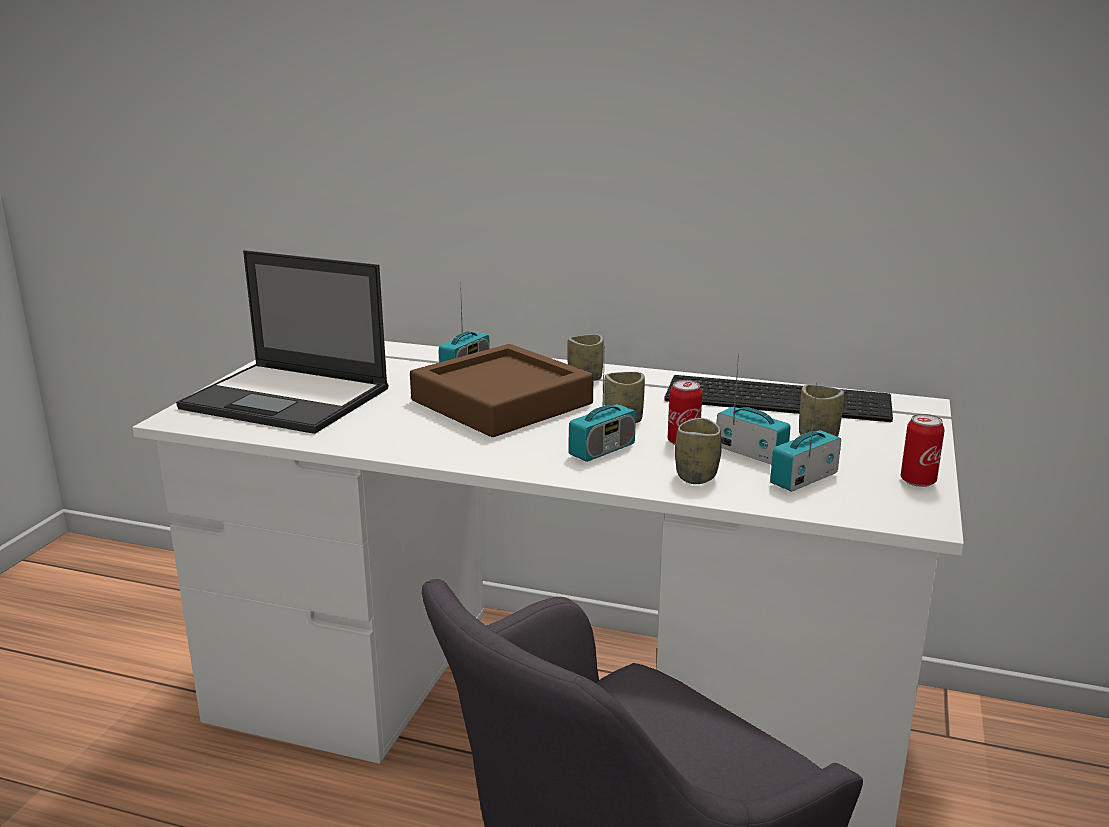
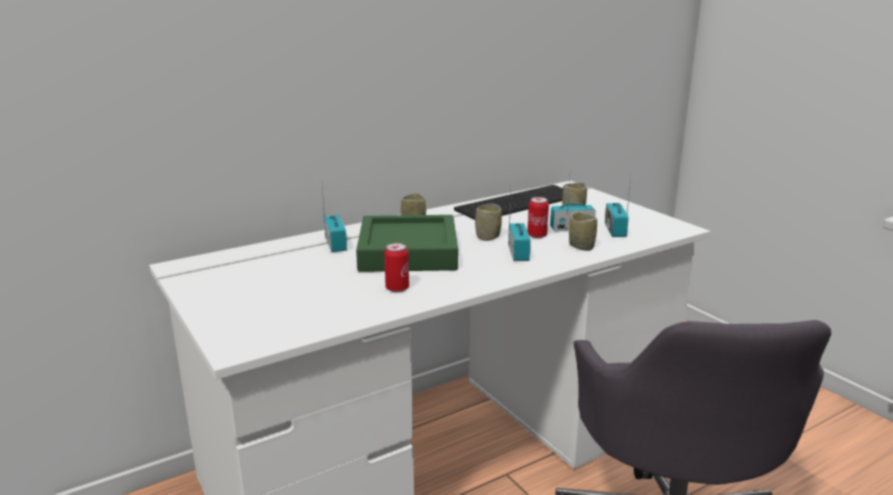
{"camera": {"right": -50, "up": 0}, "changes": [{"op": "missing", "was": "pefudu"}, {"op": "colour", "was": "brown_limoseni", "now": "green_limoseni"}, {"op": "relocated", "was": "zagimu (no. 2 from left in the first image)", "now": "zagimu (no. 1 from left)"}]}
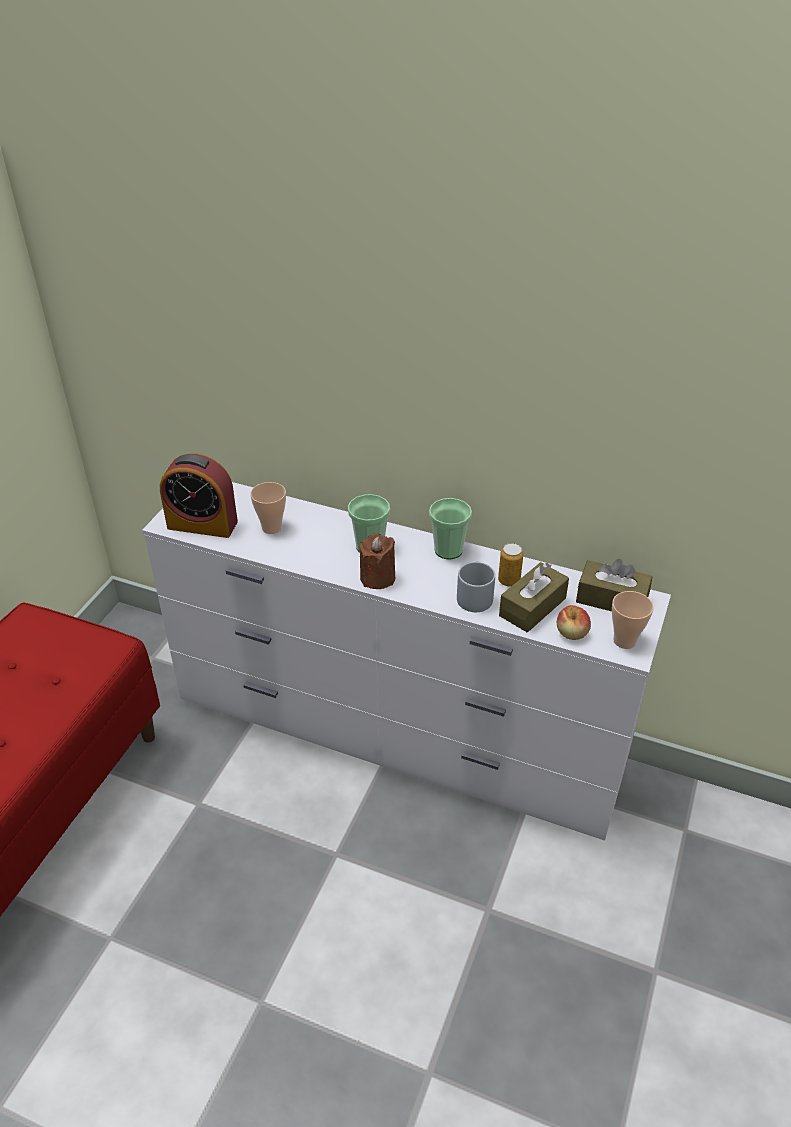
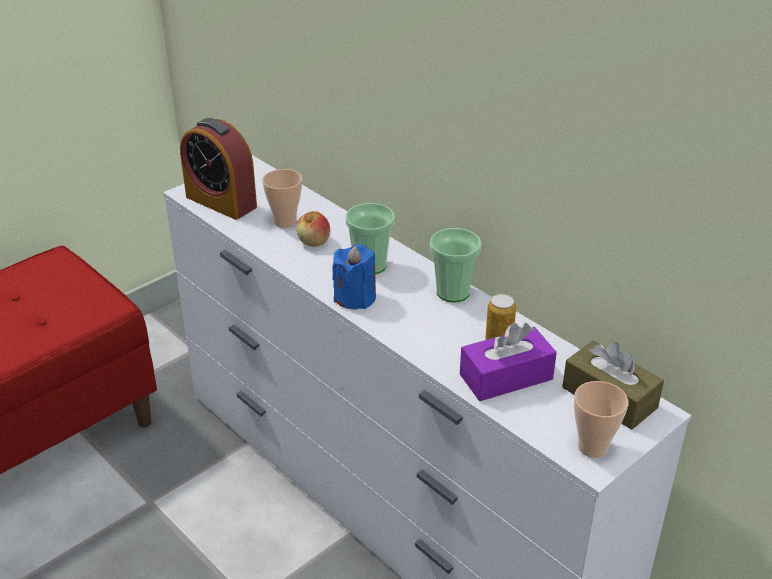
{"camera": {"right": 25, "up": -5}, "changes": [{"op": "colour", "was": "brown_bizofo", "now": "blue_bizofo"}, {"op": "missing", "was": "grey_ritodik"}, {"op": "colour", "was": "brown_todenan (no. 1 from left)", "now": "purple_todenan"}, {"op": "relocated", "was": "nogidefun"}]}
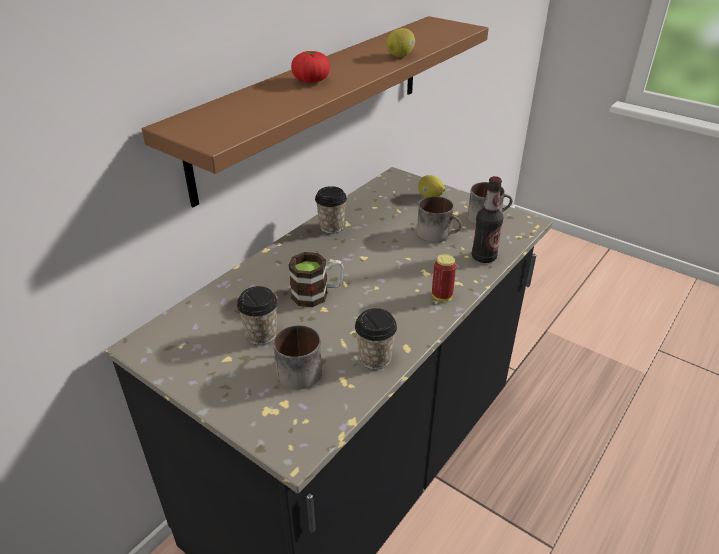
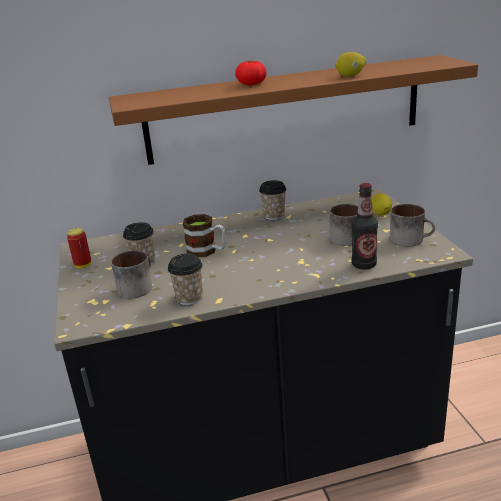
{"camera": {"right": 40, "up": -10}, "changes": [{"op": "relocated", "was": "zagimu"}]}
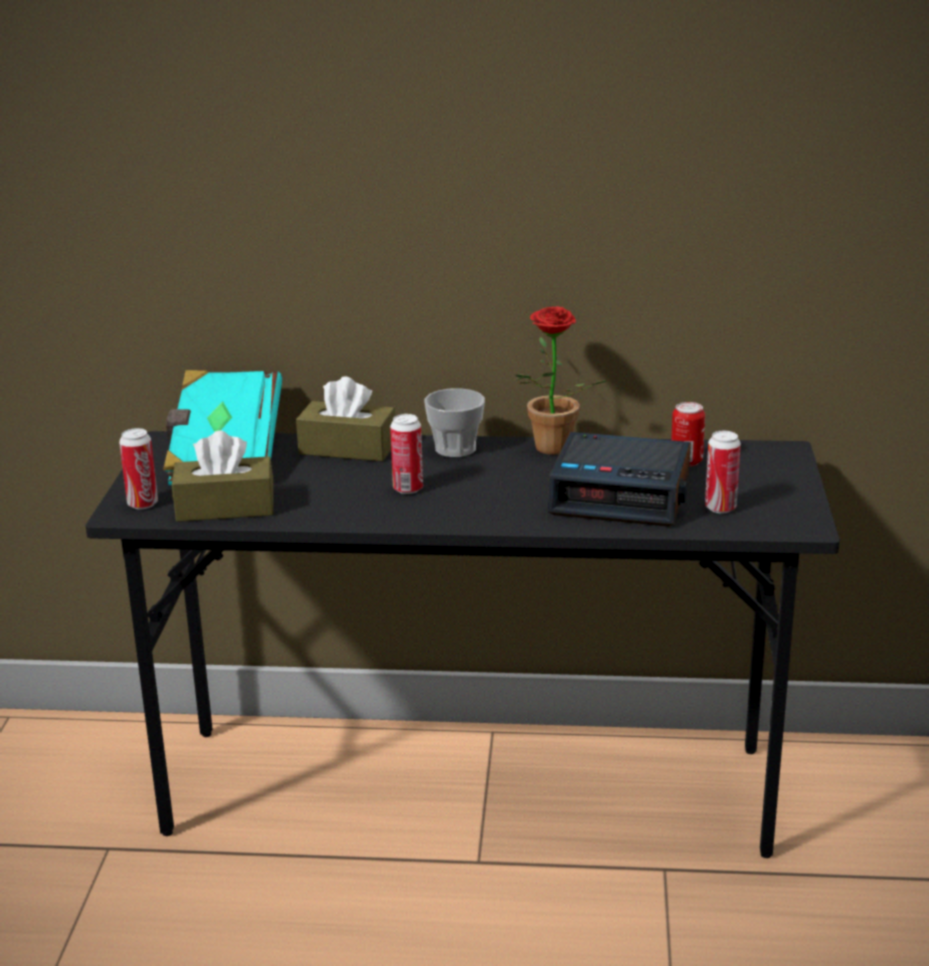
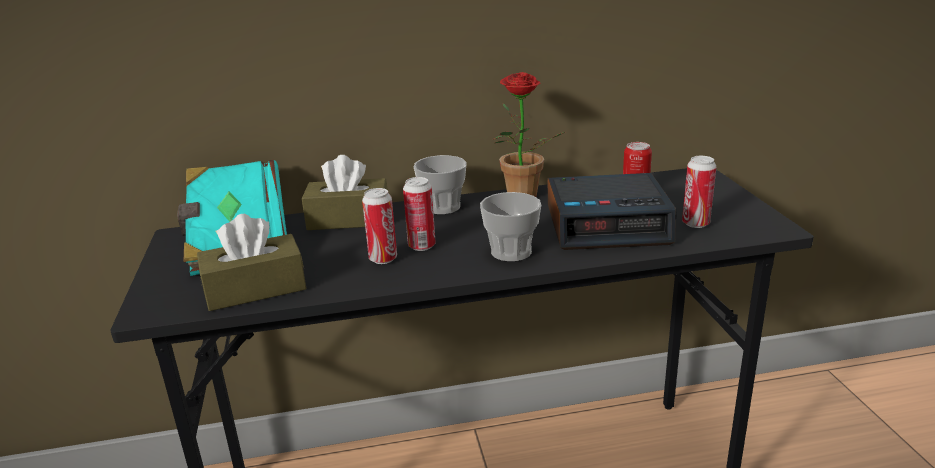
{"camera": {"right": -15, "up": 0}, "changes": [{"op": "relocated", "was": "zagimu (no. 1 from left)"}, {"op": "appeared", "now": "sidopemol (no. 2 from left)"}]}
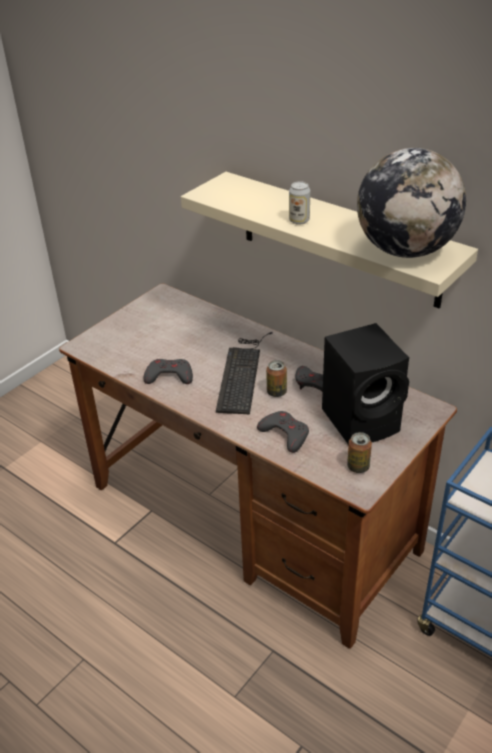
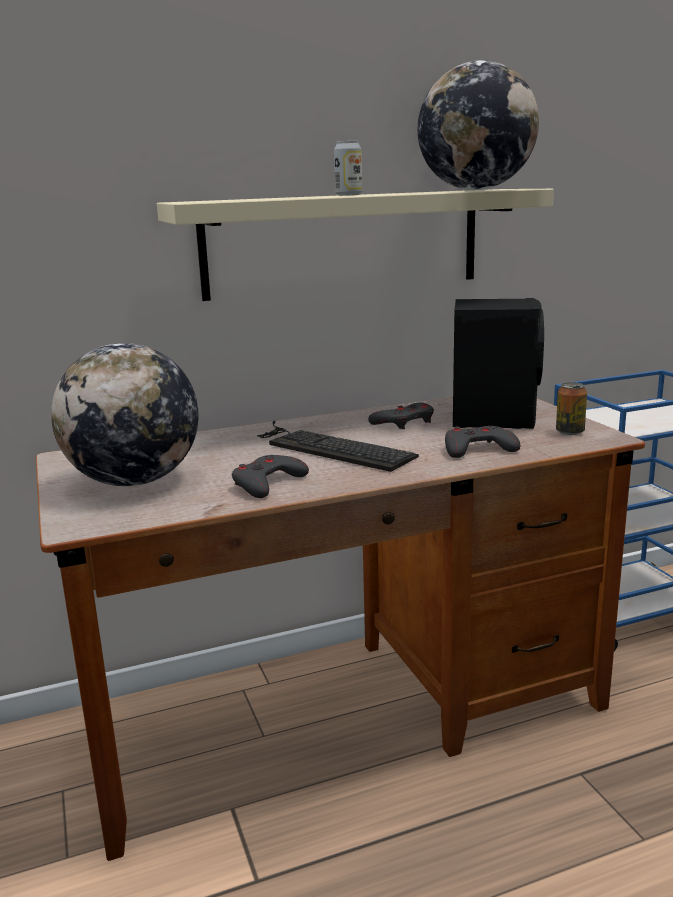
{"camera": {"right": -60, "up": -20}, "changes": [{"op": "missing", "was": "zagimu (no. 1 from left)"}, {"op": "appeared", "now": "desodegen (no. 1 from left)"}]}
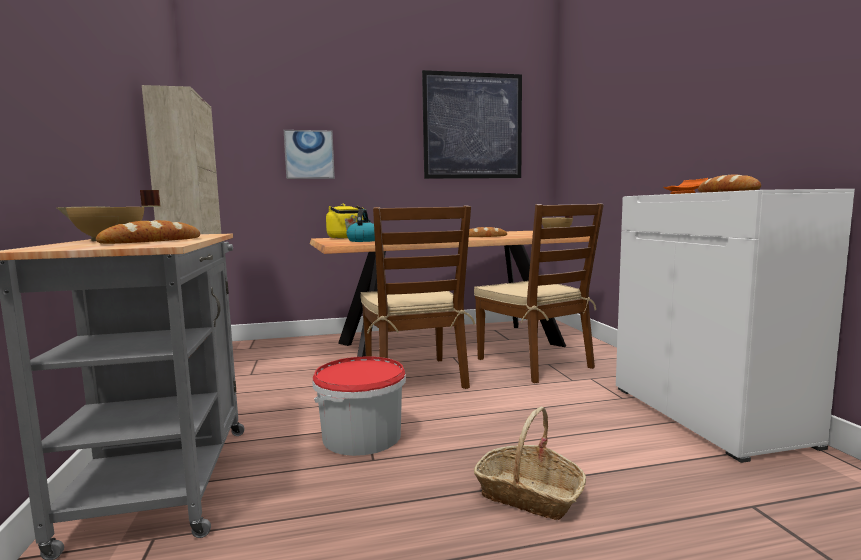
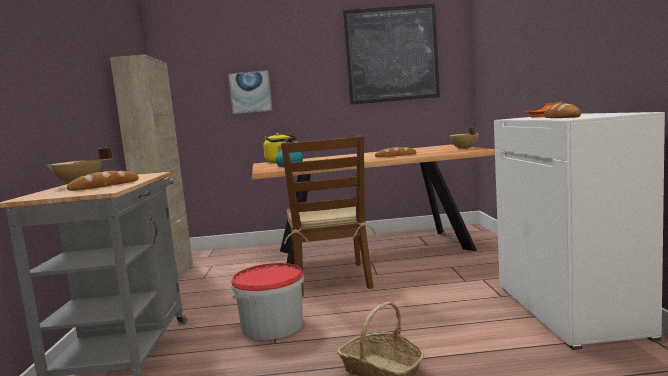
{"camera": {"right": 10, "up": 0}, "changes": [{"op": "missing", "was": "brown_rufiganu (no. 2 from left)"}]}
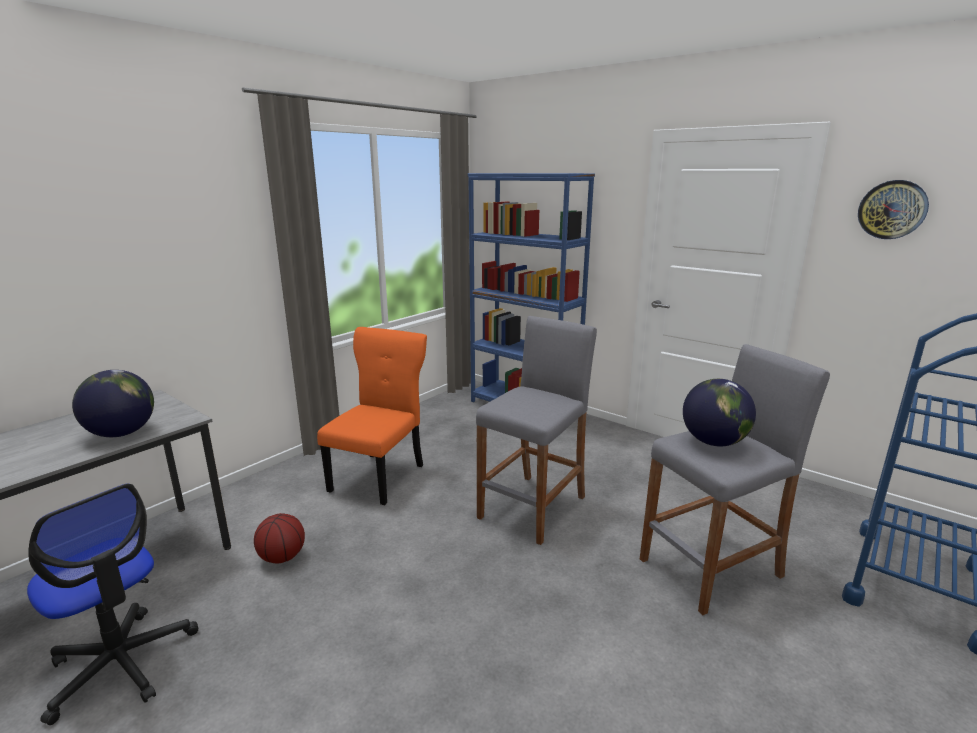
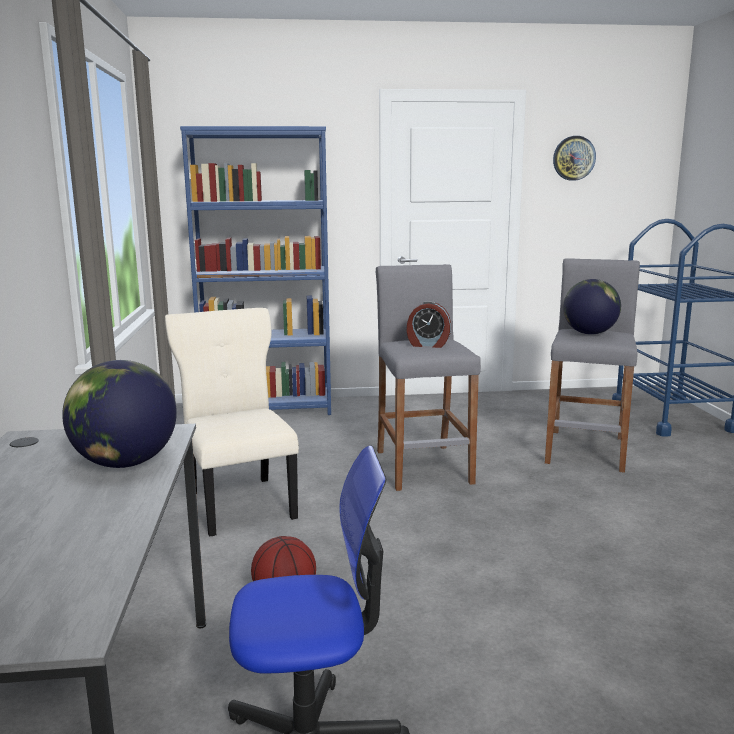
{"camera": {"right": -45, "up": -5}, "changes": [{"op": "colour", "was": "orange_rufiganu", "now": "beige_rufiganu"}, {"op": "appeared", "now": "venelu"}]}
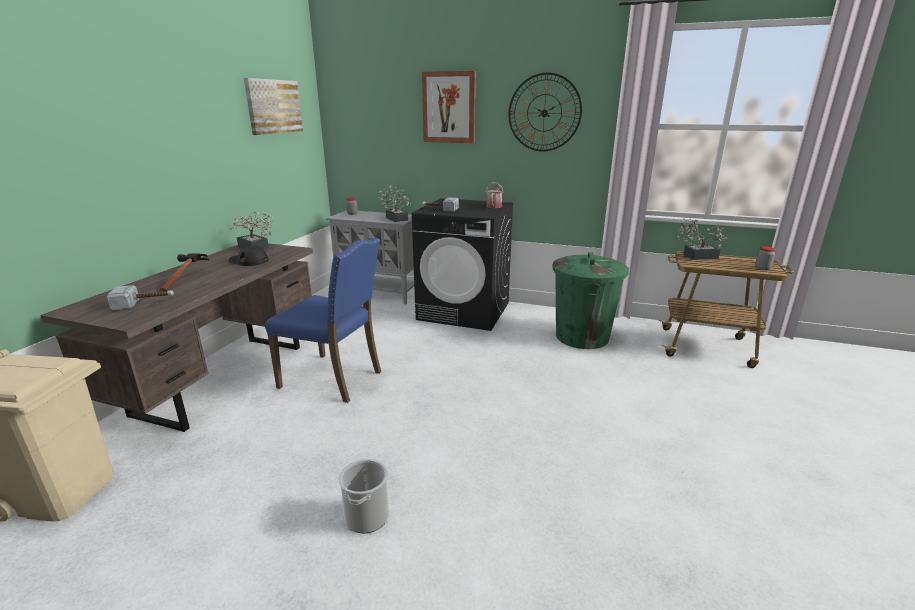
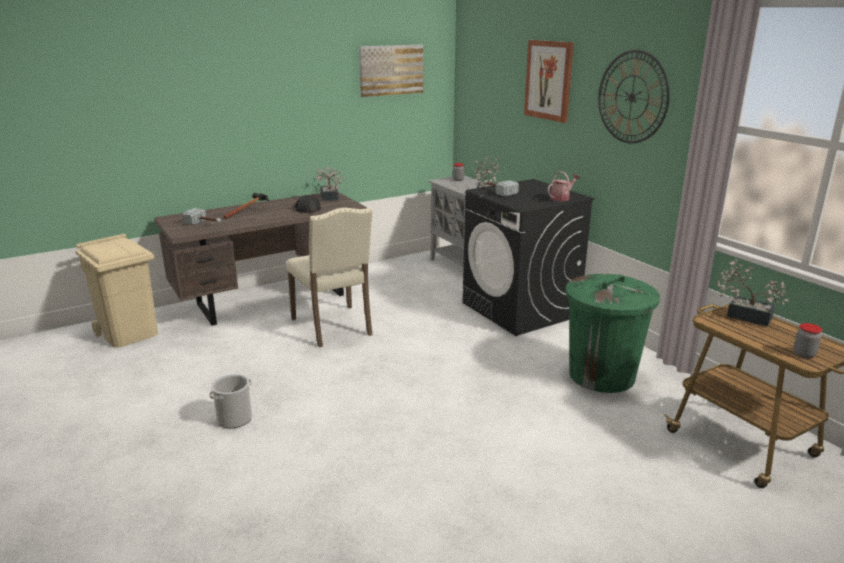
{"camera": {"right": 40, "up": 0}, "changes": [{"op": "colour", "was": "blue_rufiganu", "now": "beige_rufiganu"}]}
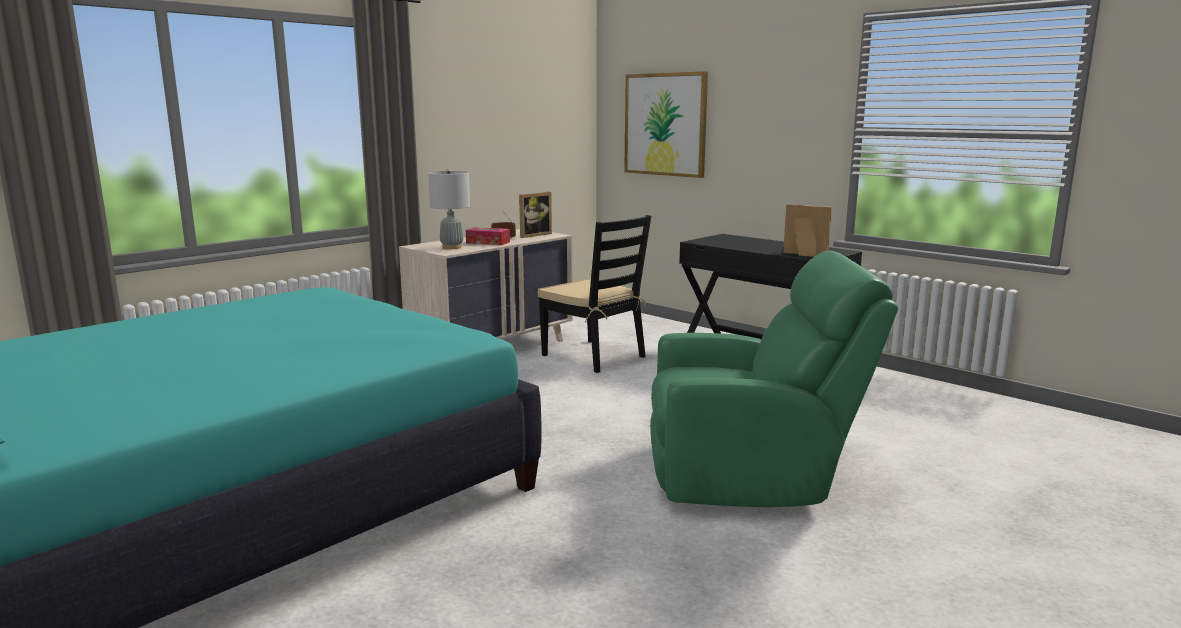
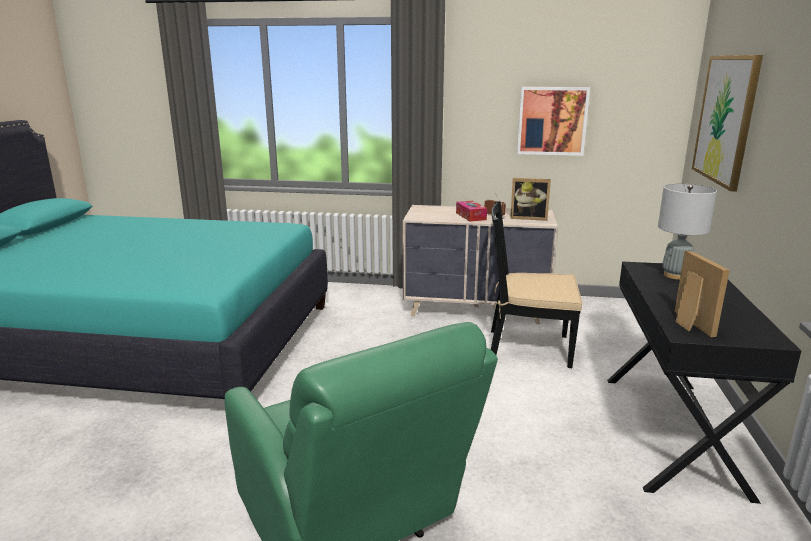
{"camera": {"right": 55, "up": 5}, "changes": [{"op": "relocated", "was": "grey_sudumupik"}, {"op": "spun", "was": "black_rufiganu", "clockwise": 90}, {"op": "appeared", "now": "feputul (no. 1 from left)"}]}
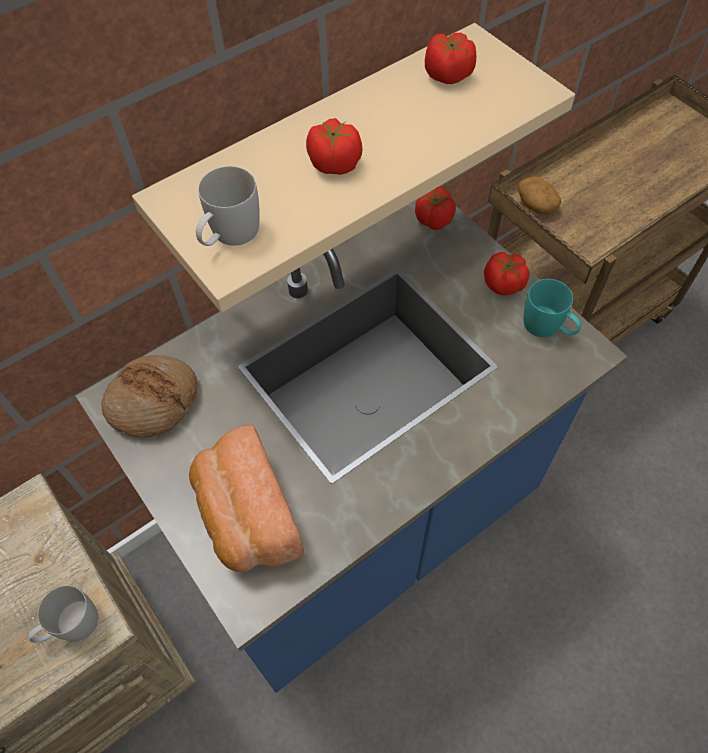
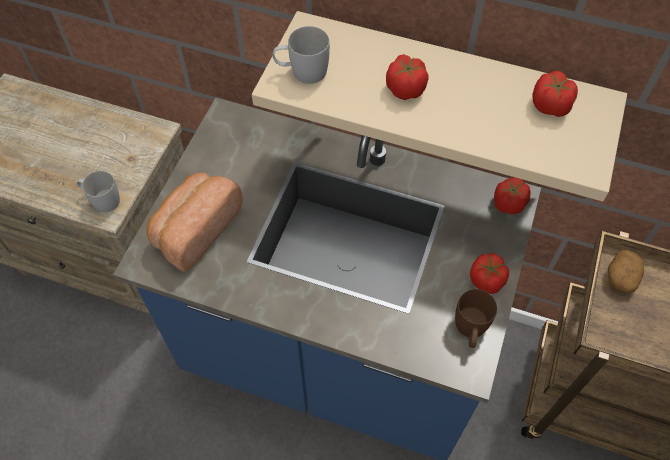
{"camera": {"right": 55, "up": 0}, "changes": [{"op": "missing", "was": "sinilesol (no. 1 from left)"}, {"op": "colour", "was": "turquoise_ritodik", "now": "brown_ritodik"}]}
